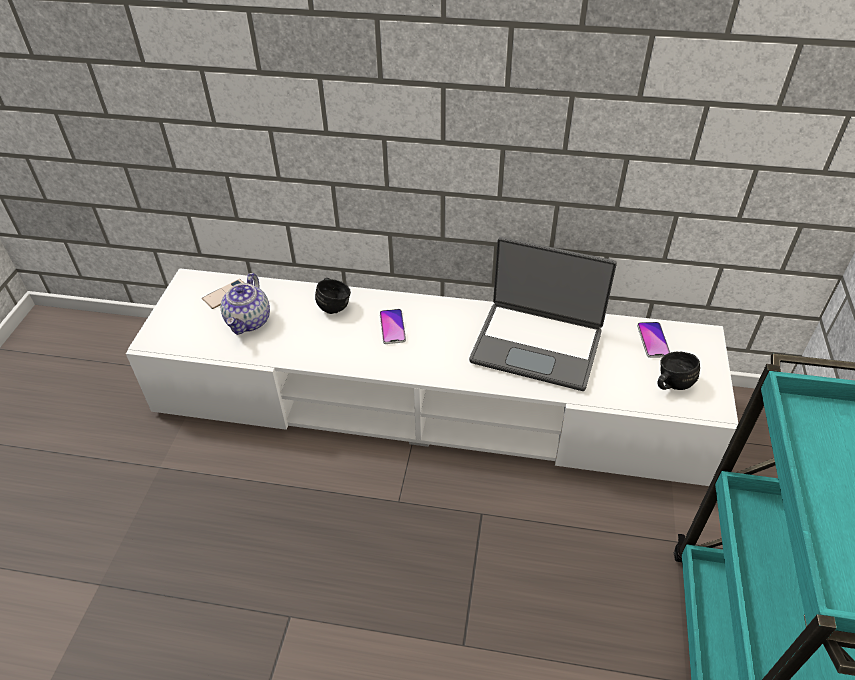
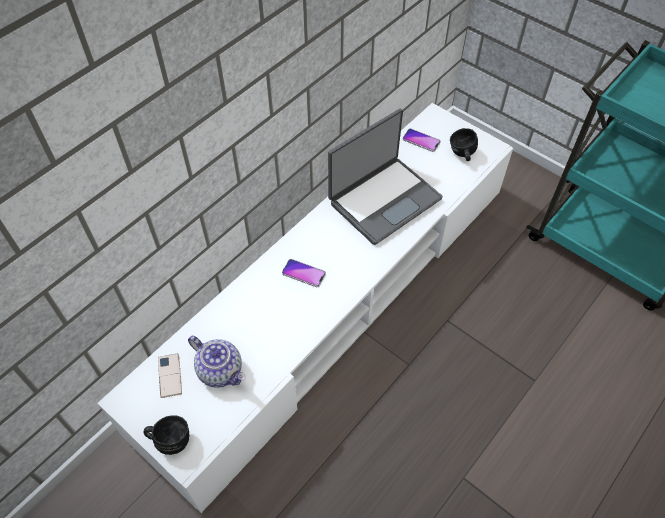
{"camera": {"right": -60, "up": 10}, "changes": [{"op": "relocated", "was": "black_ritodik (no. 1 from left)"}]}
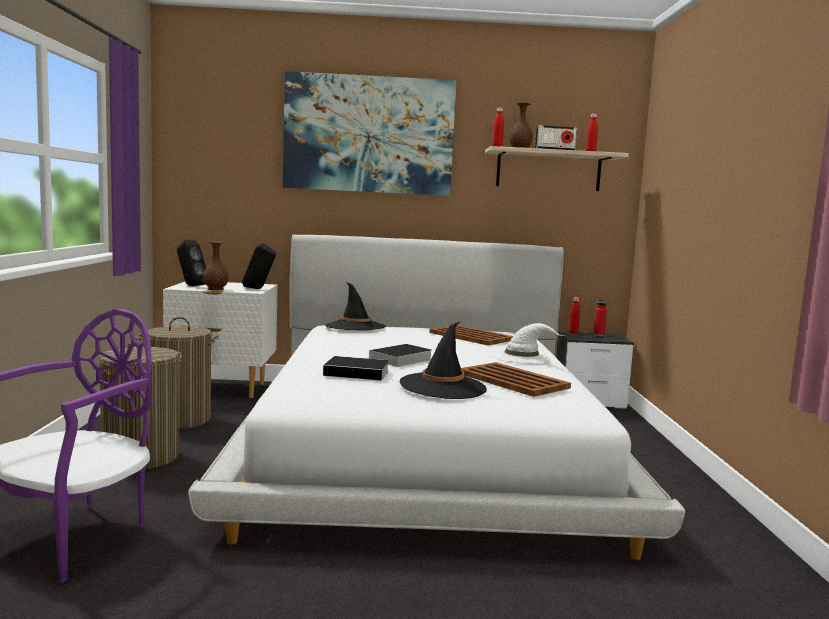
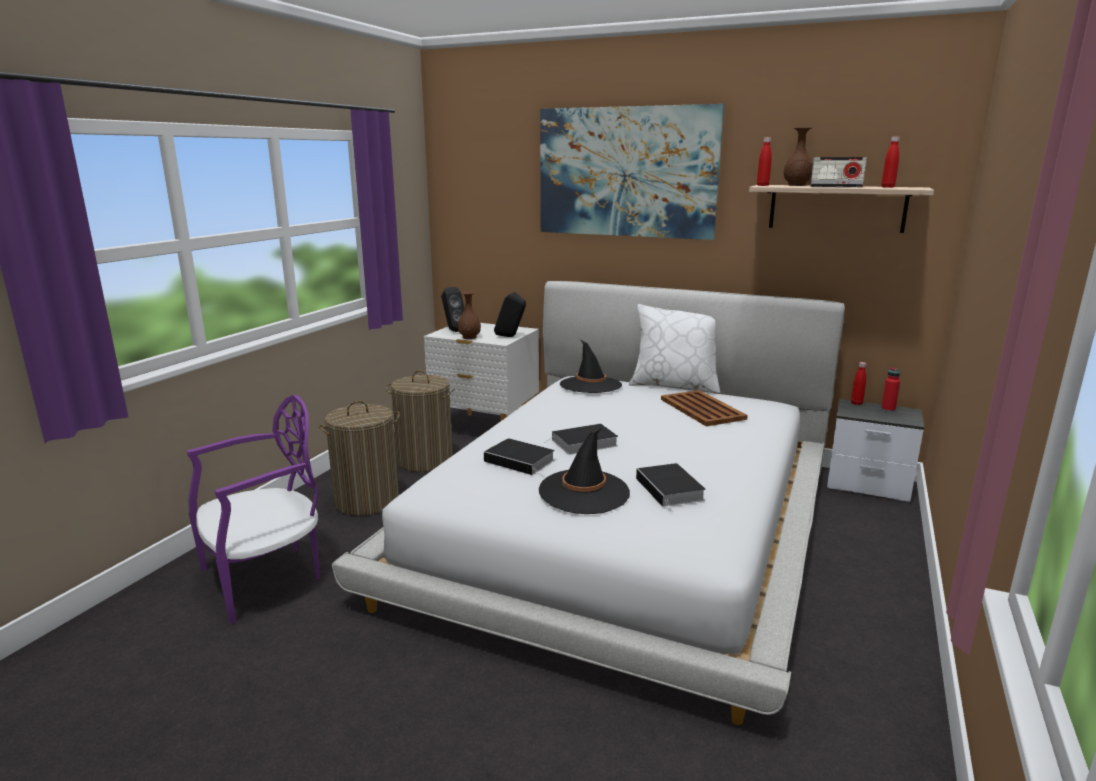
{"camera": {"right": 25, "up": 10}, "changes": [{"op": "exchanged", "was": "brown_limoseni (no. 2 from left)", "now": "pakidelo (no. 3 from left)"}, {"op": "missing", "was": "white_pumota"}, {"op": "appeared", "now": "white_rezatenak"}]}
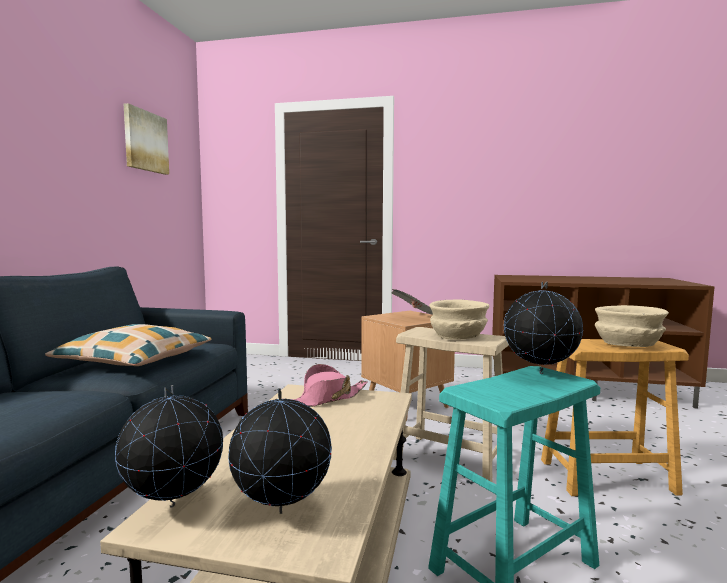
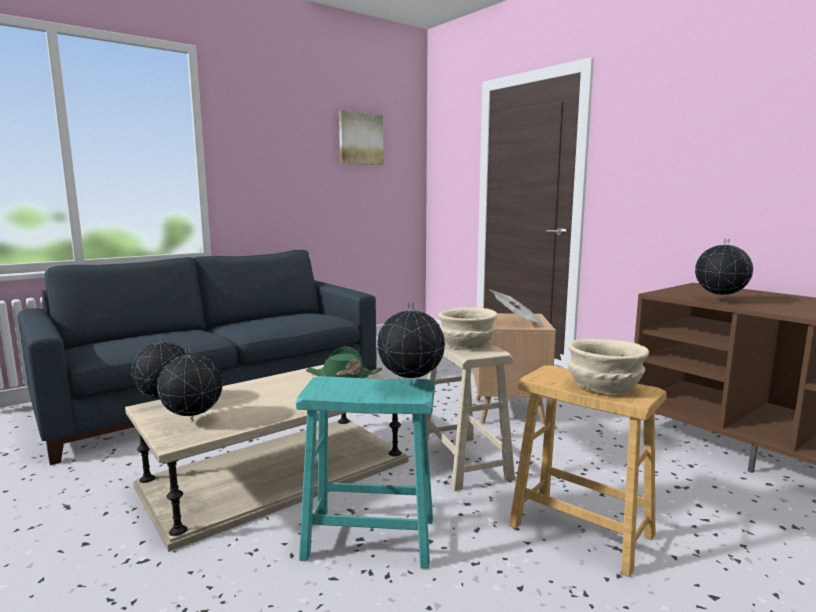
{"camera": {"right": 40, "up": 5}, "changes": [{"op": "missing", "was": "rezatenak"}, {"op": "colour", "was": "pink_pumota", "now": "green_pumota"}, {"op": "appeared", "now": "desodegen (no. 4 from left)"}]}
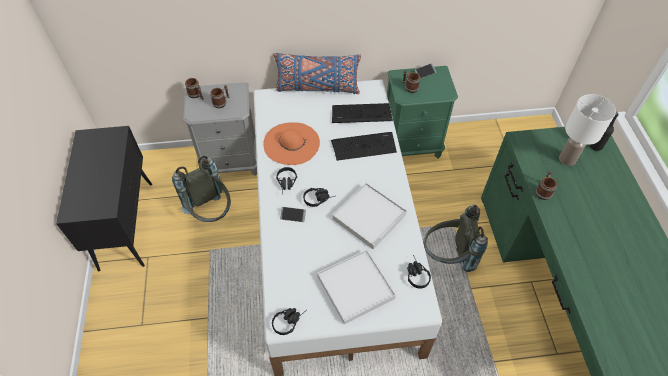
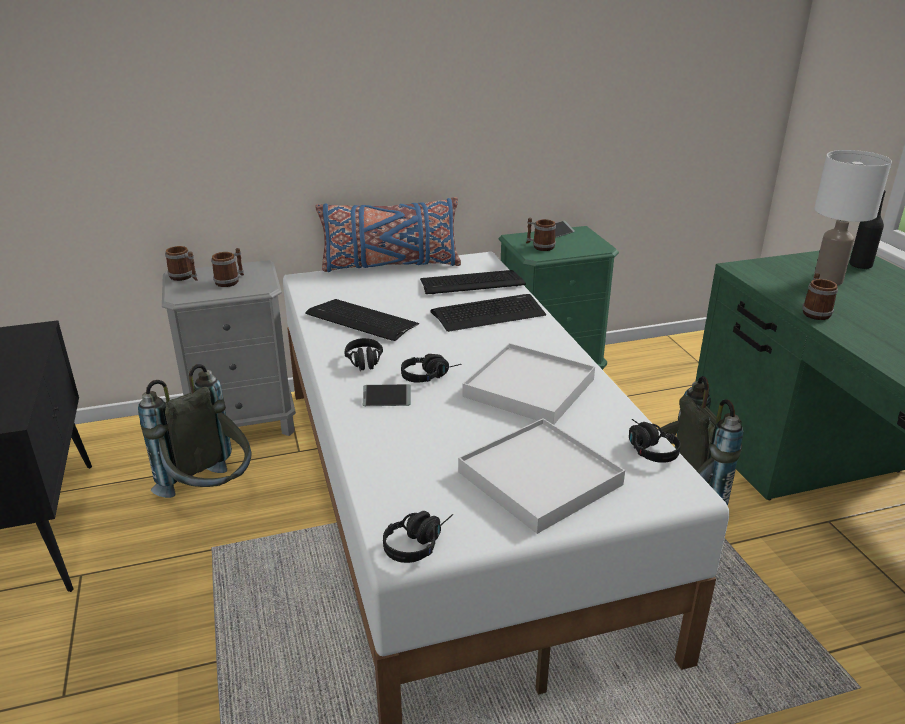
{"camera": {"right": -10, "up": -25}, "changes": [{"op": "exchanged", "was": "orange_pumota", "now": "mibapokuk (no. 1 from left)"}]}
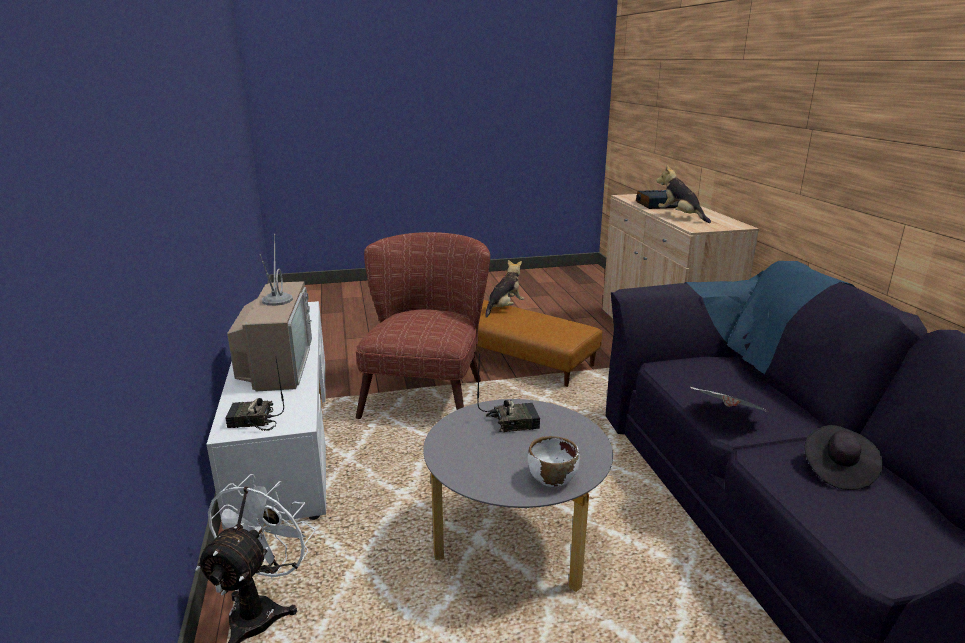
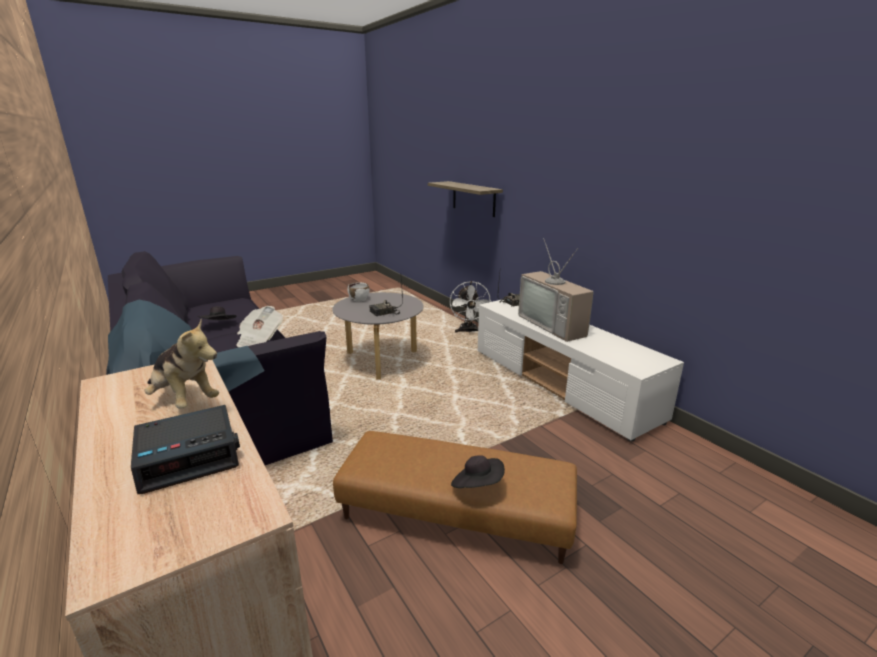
{"camera": {"right": 160, "up": 0}, "changes": [{"op": "missing", "was": "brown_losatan"}, {"op": "exchanged", "was": "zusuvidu (no. 1 from left)", "now": "black_pumota (no. 2 from left)"}, {"op": "appeared", "now": "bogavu"}]}
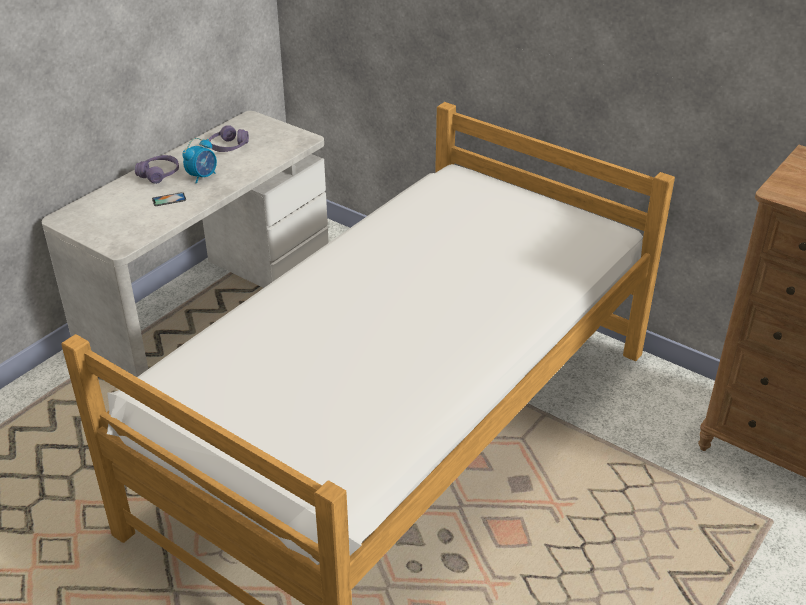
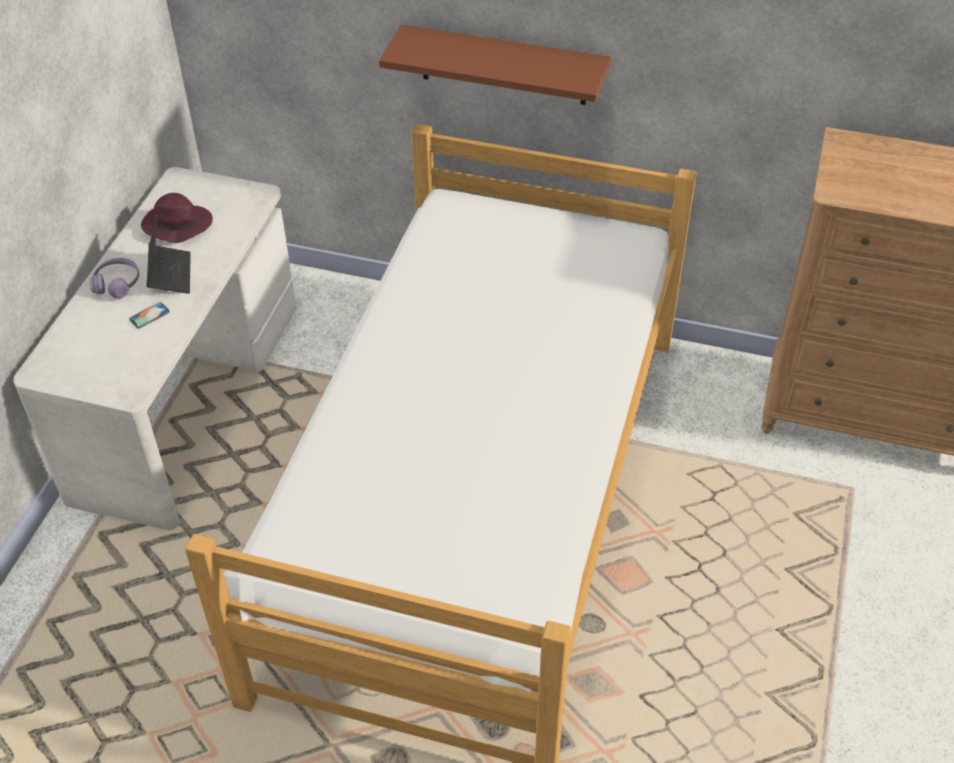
{"camera": {"right": -20, "up": 10}, "changes": [{"op": "exchanged", "was": "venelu", "now": "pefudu"}, {"op": "exchanged", "was": "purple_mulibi (no. 2 from left)", "now": "purple_pumota"}, {"op": "appeared", "now": "brown_bogavu"}]}
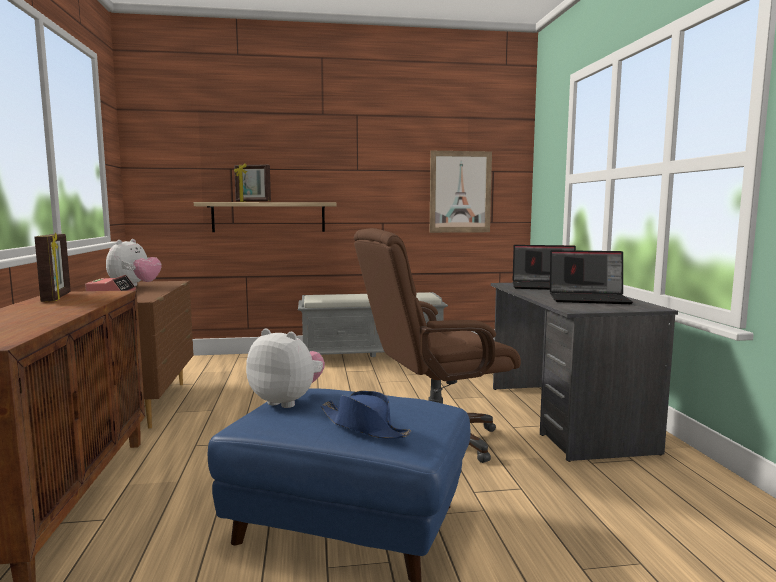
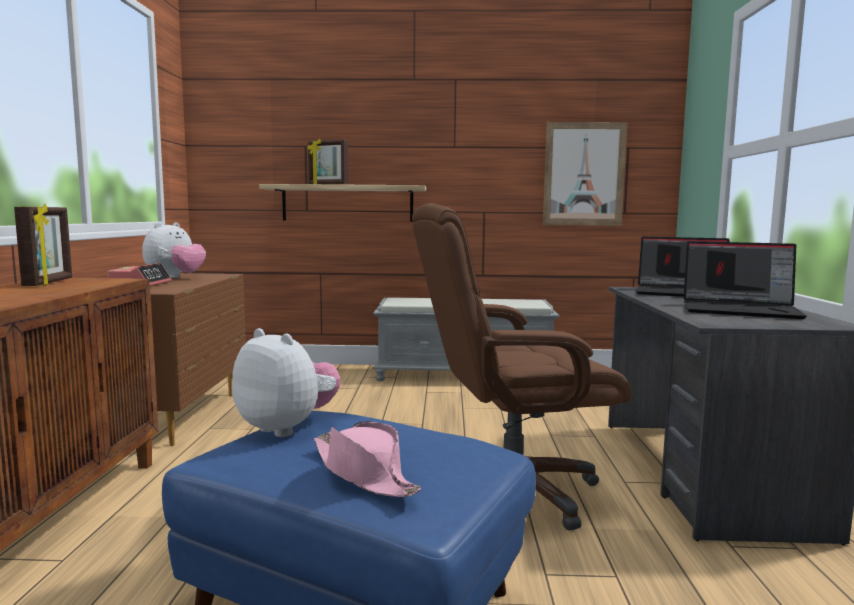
{"camera": {"right": 10, "up": 0}, "changes": [{"op": "colour", "was": "blue_pumota", "now": "pink_pumota"}]}
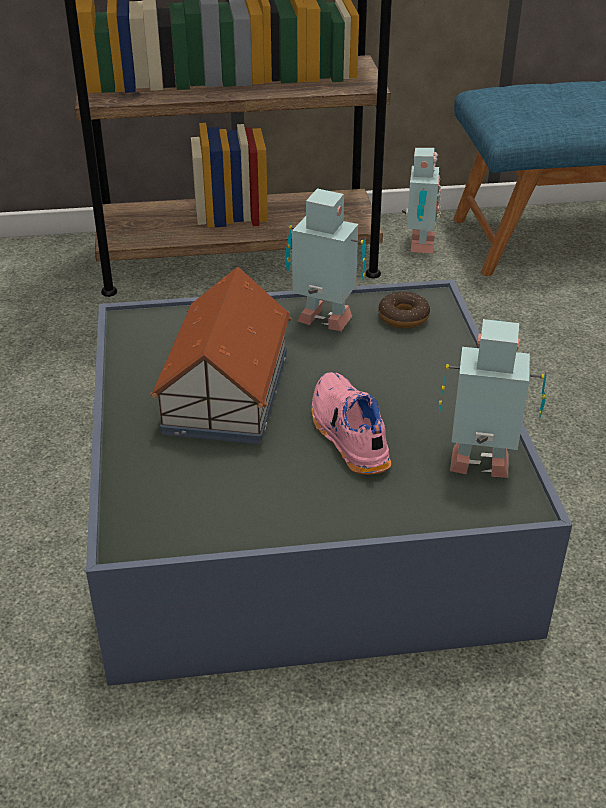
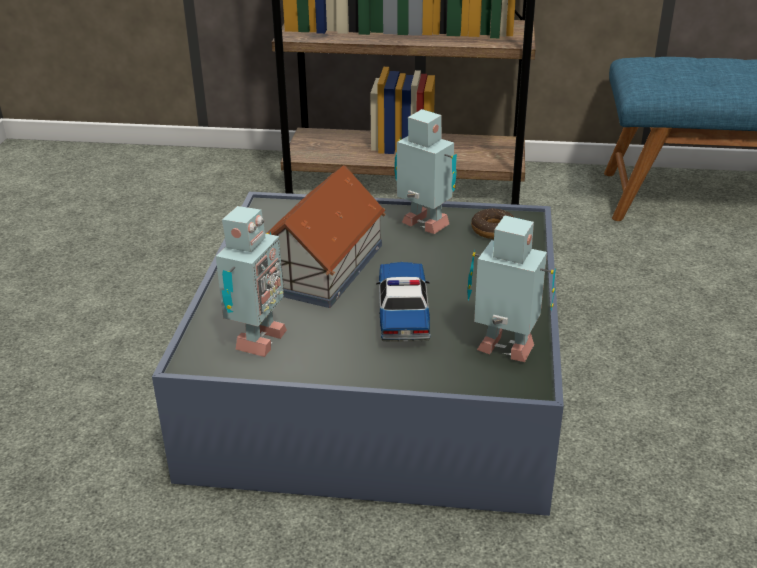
{"camera": {"right": 15, "up": -5}, "changes": [{"op": "exchanged", "was": "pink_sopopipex", "now": "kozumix"}, {"op": "relocated", "was": "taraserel (no. 2 from left in the first image)", "now": "taraserel (no. 1 from left)"}]}
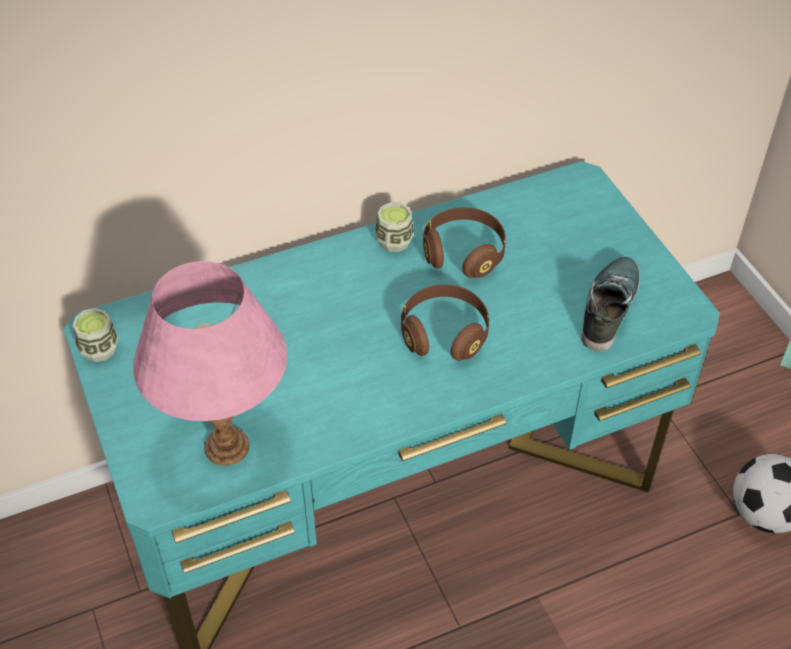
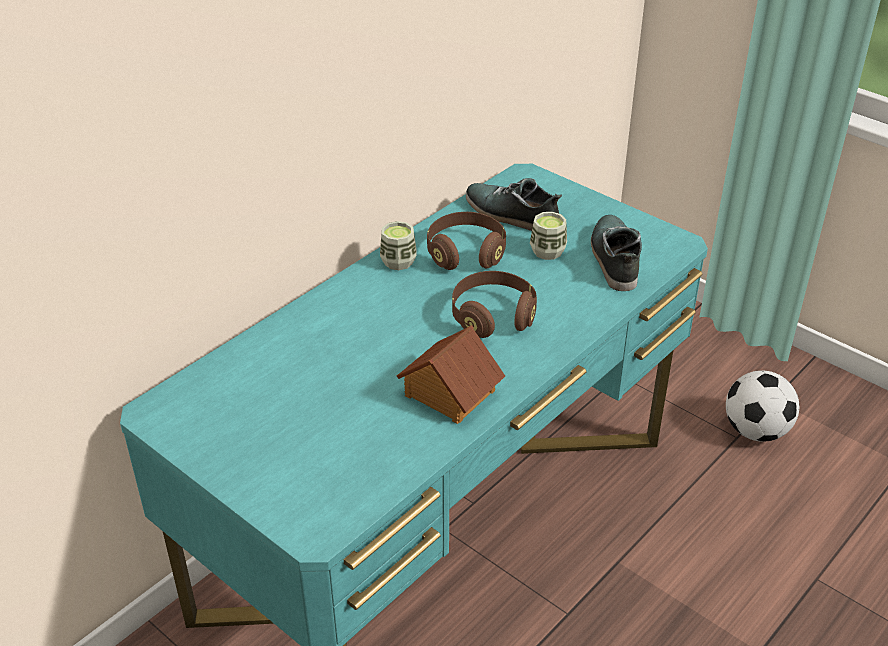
{"camera": {"right": -25, "up": -10}, "changes": [{"op": "relocated", "was": "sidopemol (no. 1 from left in the first image)", "now": "sidopemol (no. 2 from left)"}, {"op": "missing", "was": "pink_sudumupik"}, {"op": "appeared", "now": "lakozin"}, {"op": "appeared", "now": "sopopipex (no. 1 from left)"}]}
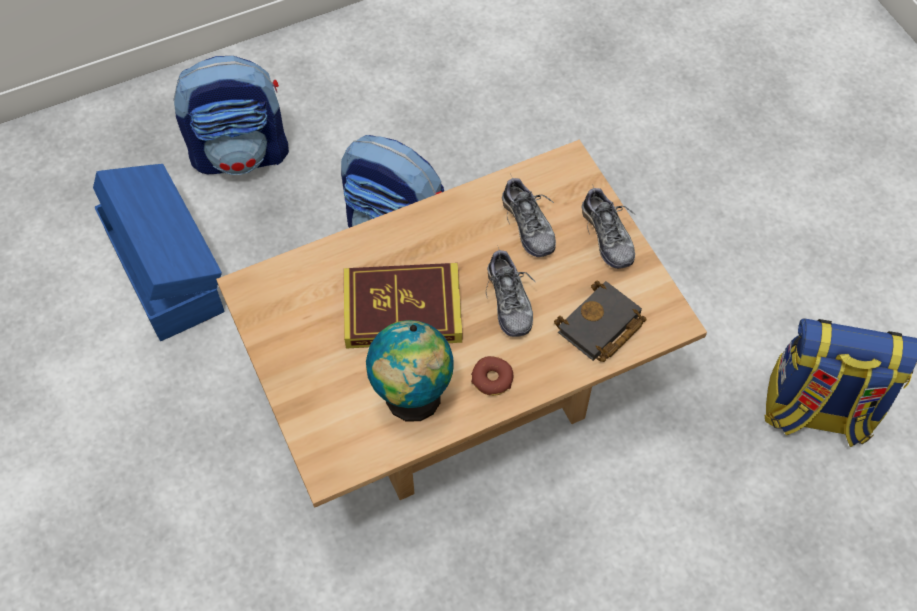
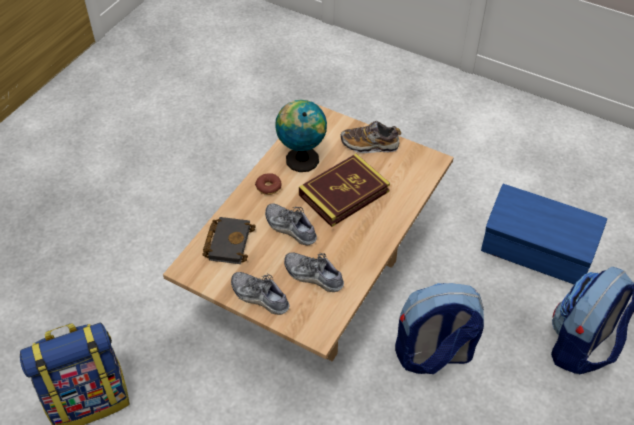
{"camera": {"right": 145, "up": -10}, "changes": [{"op": "appeared", "now": "sopopipex (no. 4 from left)"}]}
